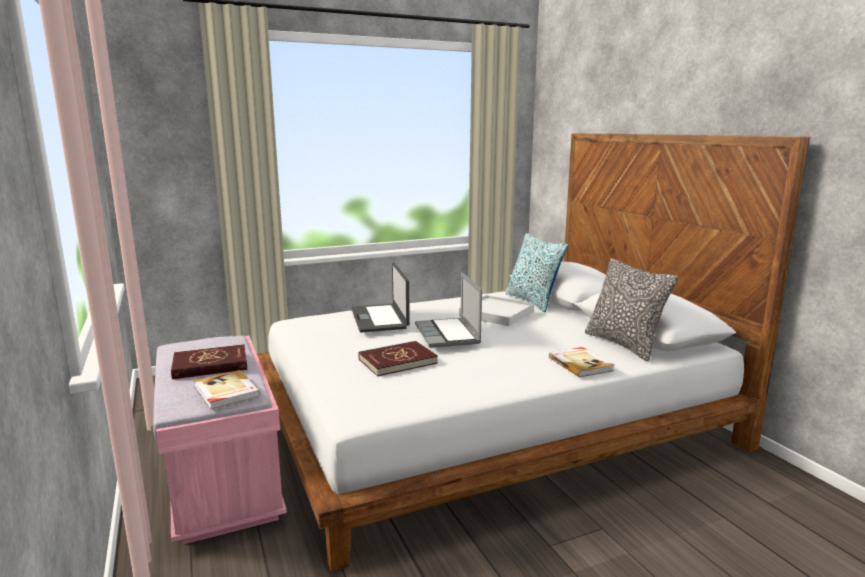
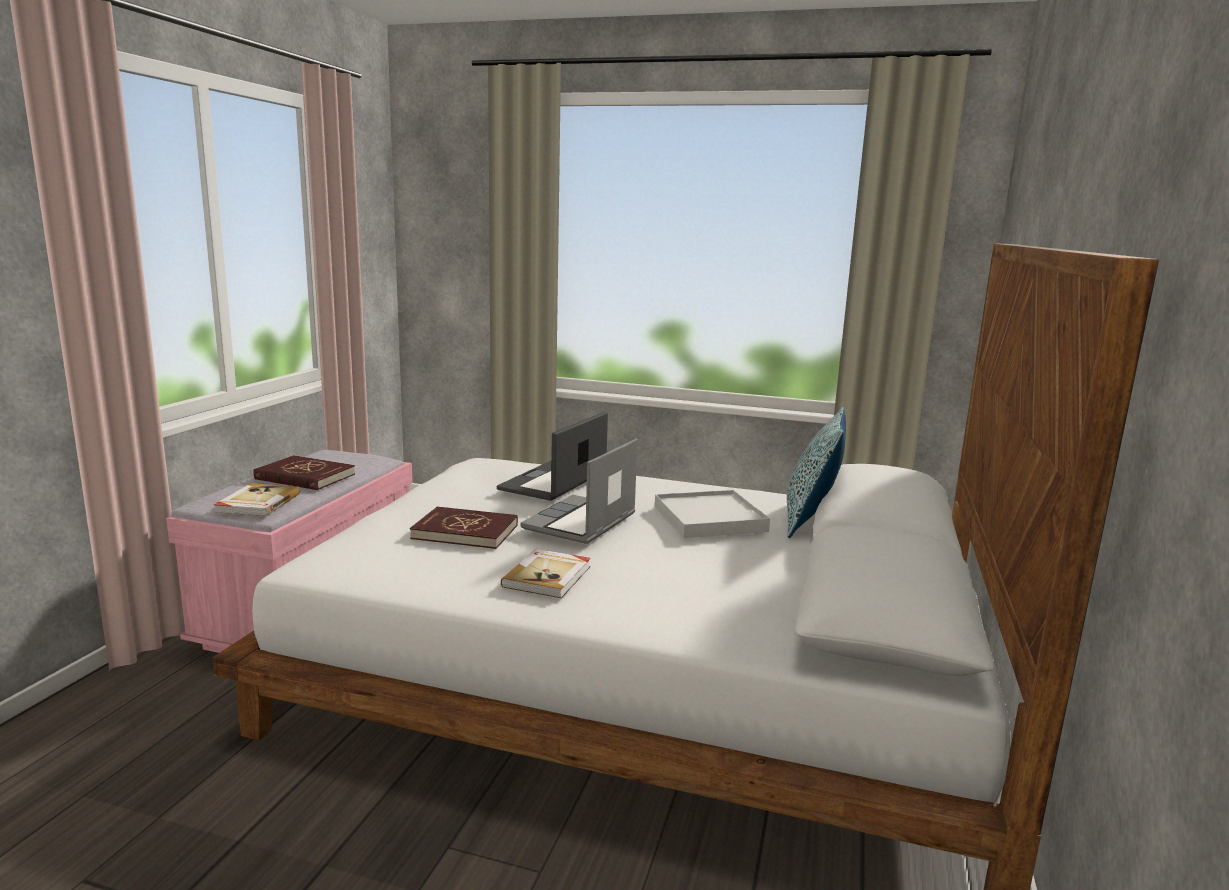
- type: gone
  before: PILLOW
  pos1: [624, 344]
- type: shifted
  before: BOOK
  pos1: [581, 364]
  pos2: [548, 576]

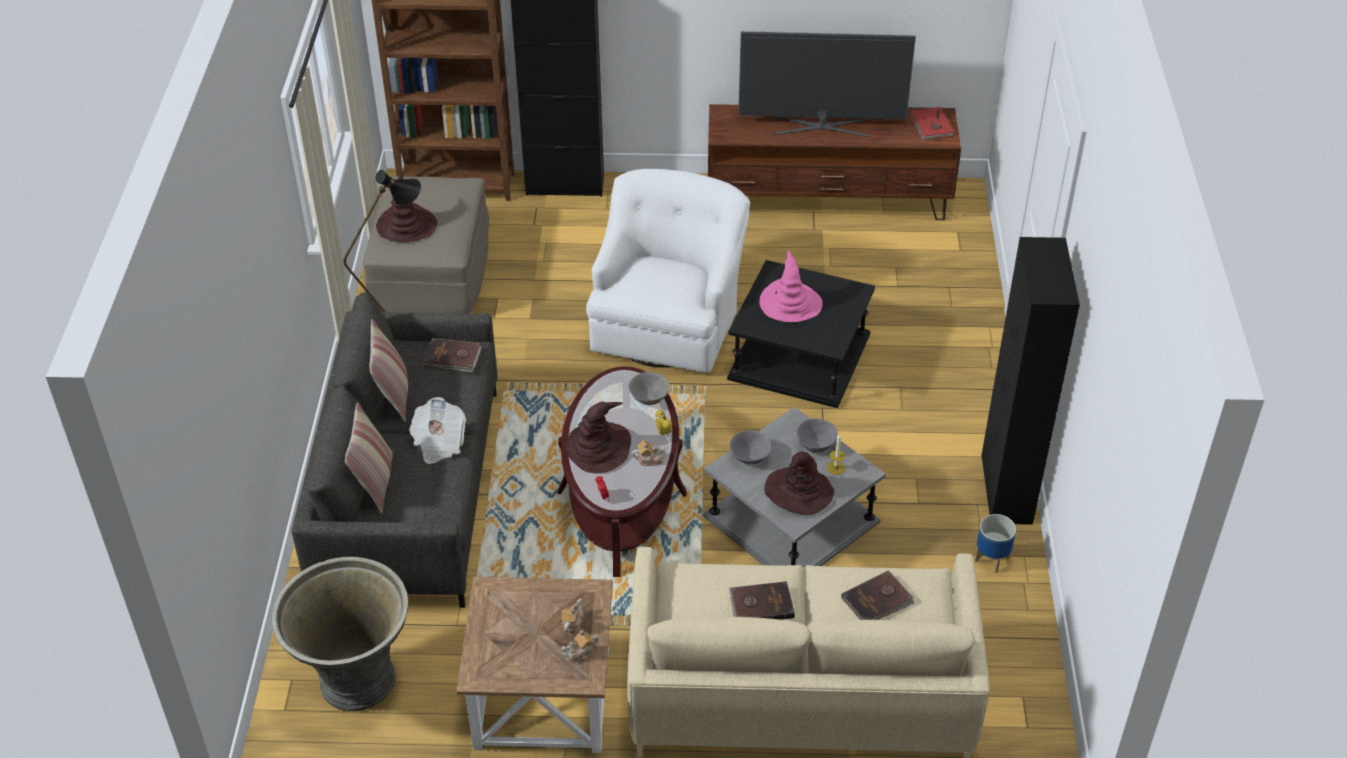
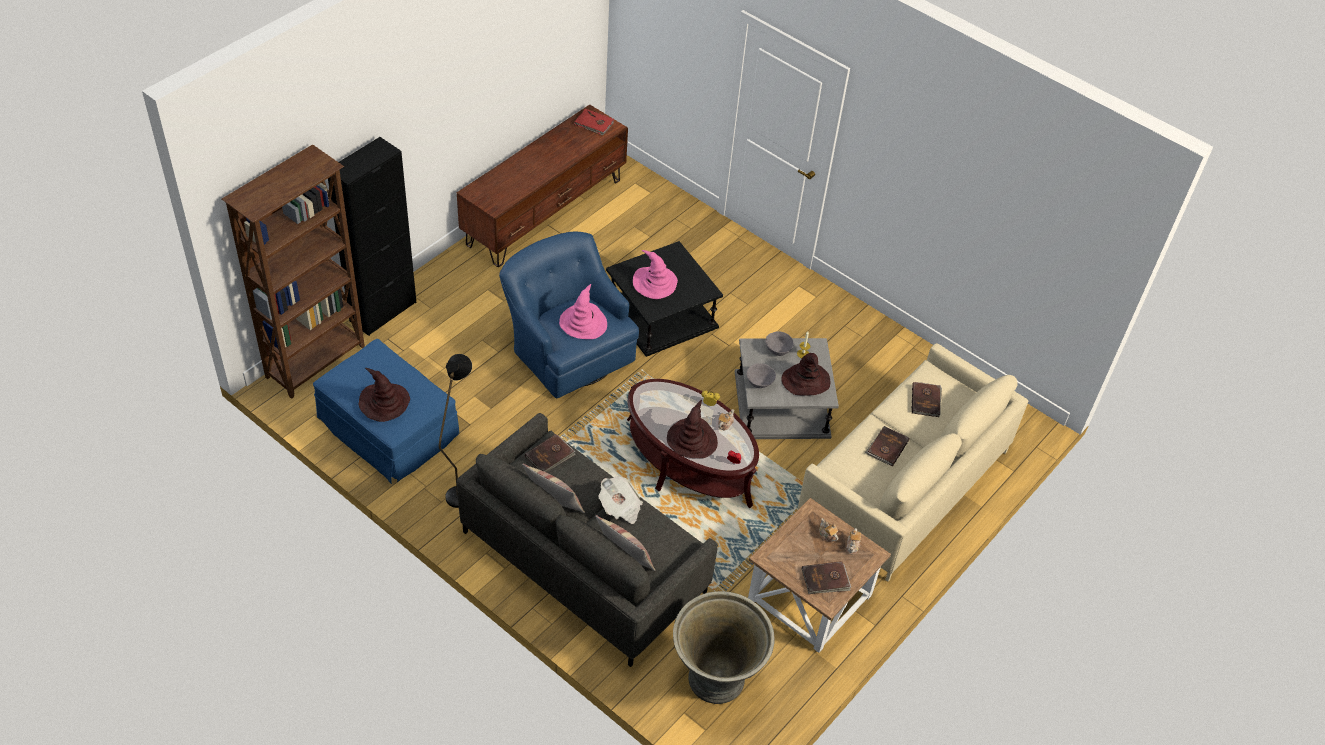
- type: gone
  before: GREY BOWL
  pos1: [648, 398]
- type: gone
  before: TELEVISION
  pos1: [822, 126]
- type: gone
  before: PLANTER
  pos1: [991, 559]
- type: gone
  before: BLACK CABINET
  pos1: [1006, 489]
- type: new
  after: PINK HAT
  pos2: [583, 323]
- type: new
  after: BROWN BOOK
  pos2: [826, 579]
- type: repainted
  before: BEIGE OTTOMAN
  after: BLUE OTTOMAN
  pos1: [431, 273]
  pos2: [389, 428]
- type: repainted
  before: WHITE ARMCHAIR
  after: BLUE ARMCHAIR
  pos1: [668, 321]
  pos2: [568, 349]

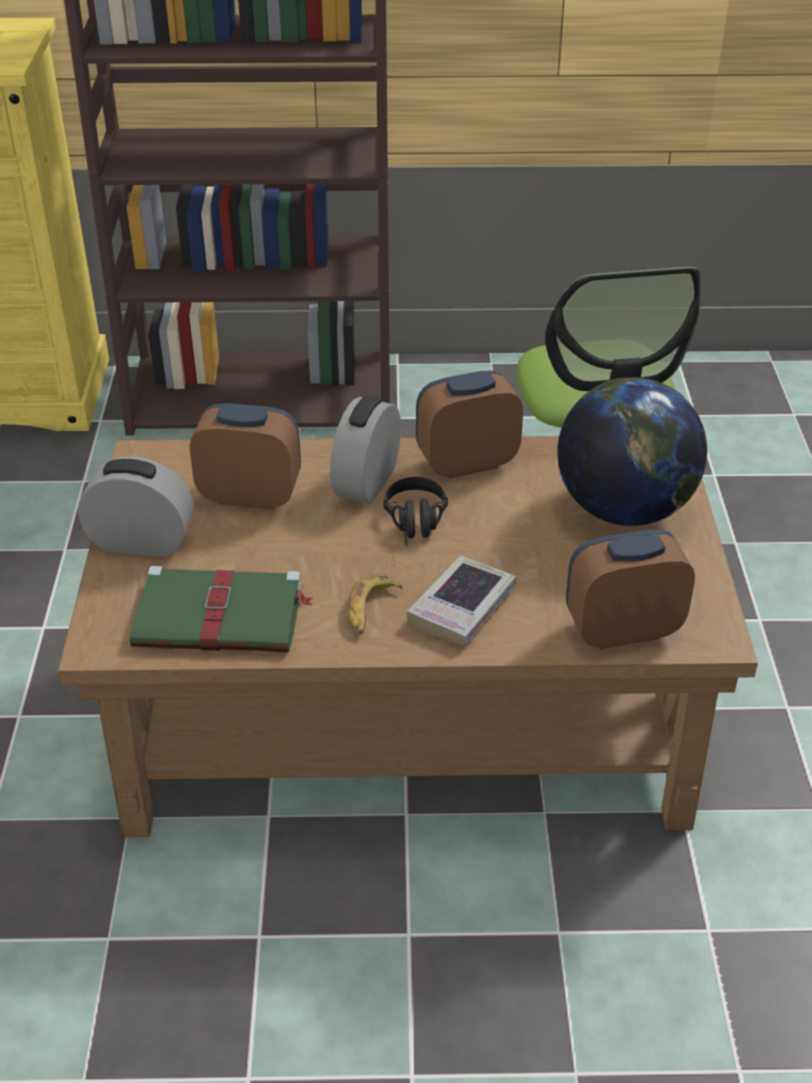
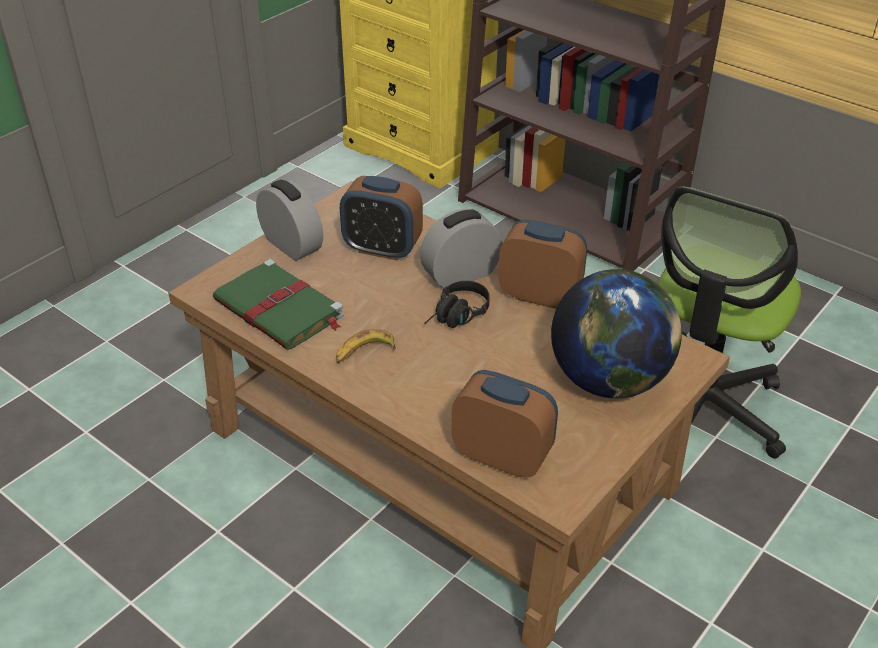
- type: gone
  before: BOOK
  pos1: [462, 607]
- type: rotated
  before: ALARM CLOCK
  pos1: [250, 496]
  pos2: [382, 249]
  turn: 150

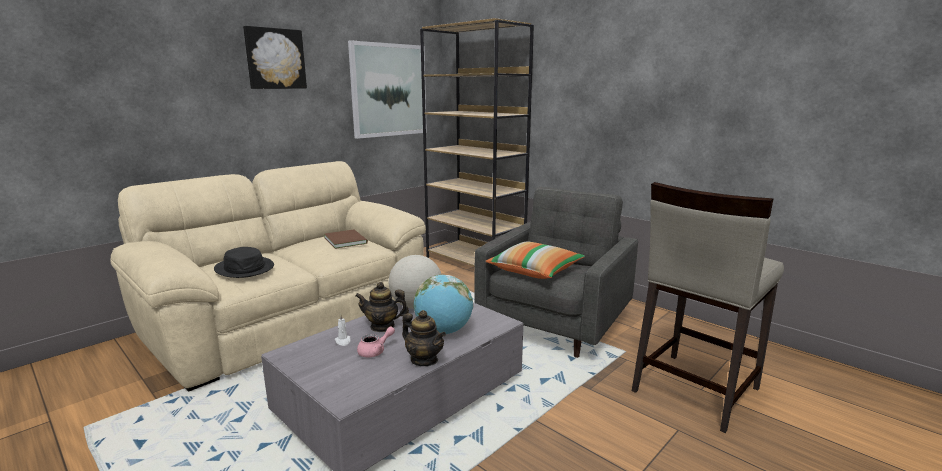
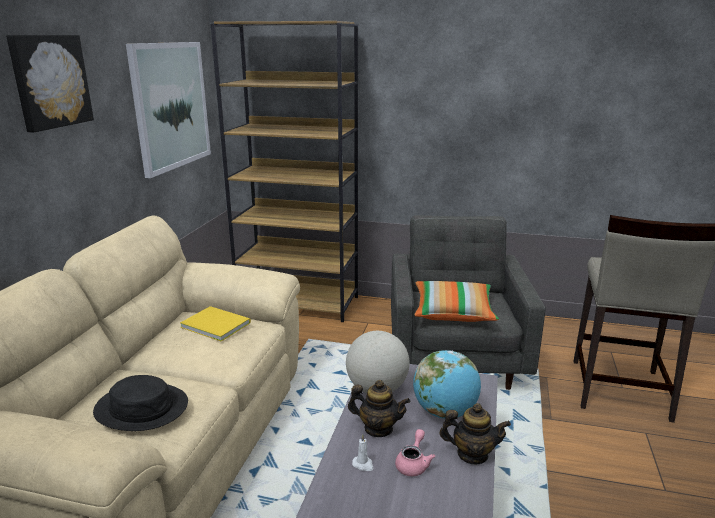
- type: repainted
  before: BROWN BOOK
  after: YELLOW BOOK
  pos1: [346, 240]
  pos2: [215, 324]
- type: rotated
  before: TEAPOT
  pos1: [382, 326]
  pos2: [378, 428]
  turn: -135

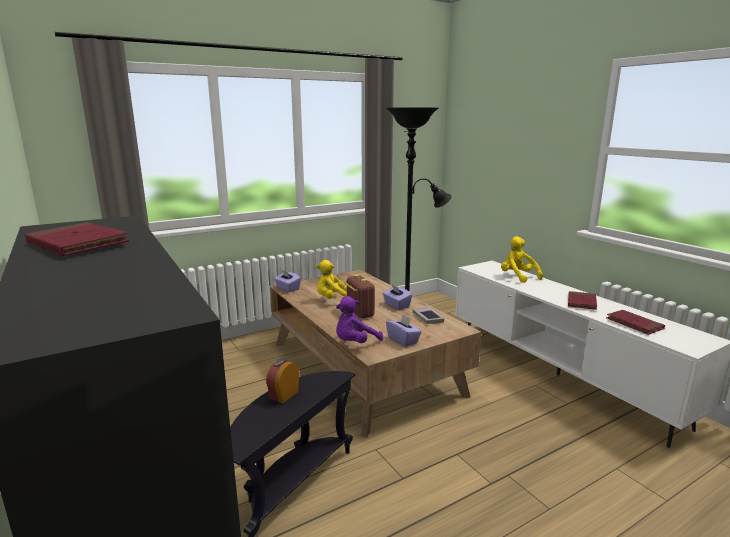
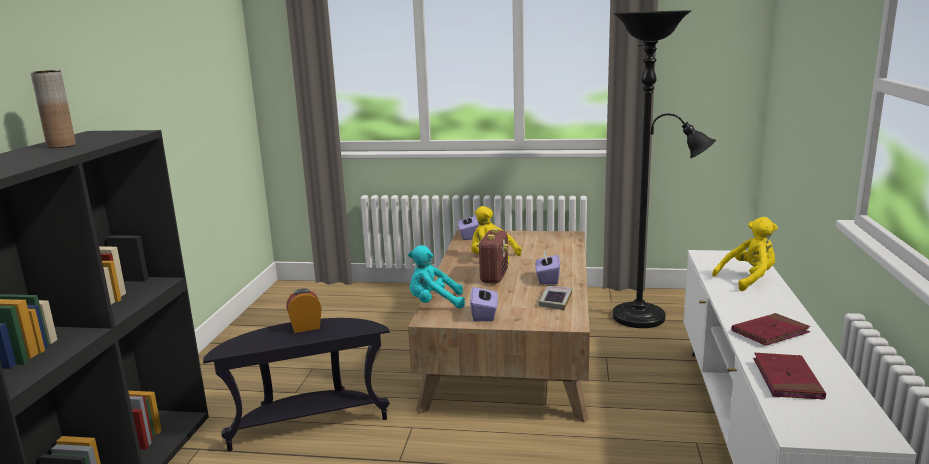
- type: swapped
  before: RED BOOK
  after: BROWN VASE
  pos1: [77, 244]
  pos2: [61, 146]
- type: repainted
  before: PURPLE PLUSH TOY
  after: TURQUOISE PLUSH TOY
  pos1: [355, 343]
  pos2: [434, 303]
- type: rotated
  before: YELLOW PLUSH TOY
  pos1: [517, 277]
  pos2: [748, 279]
  turn: 60

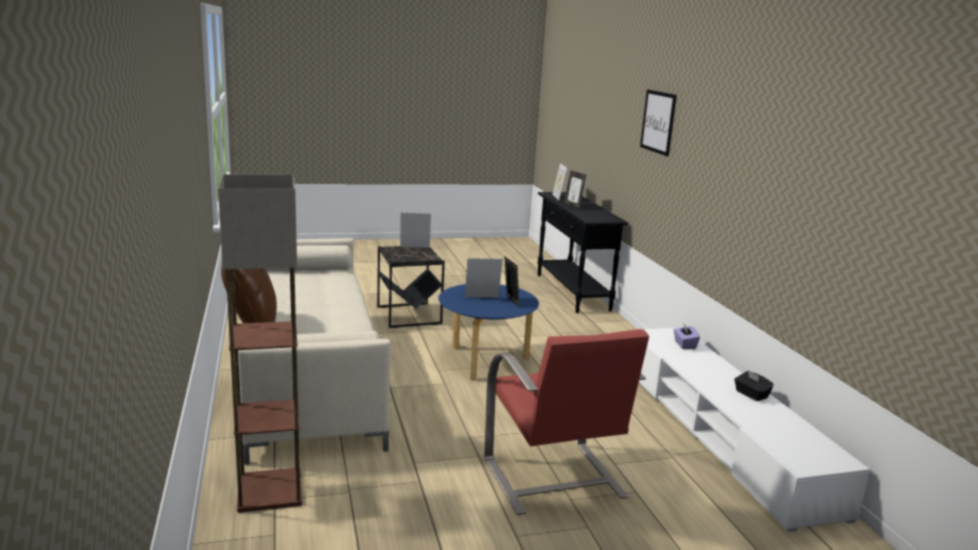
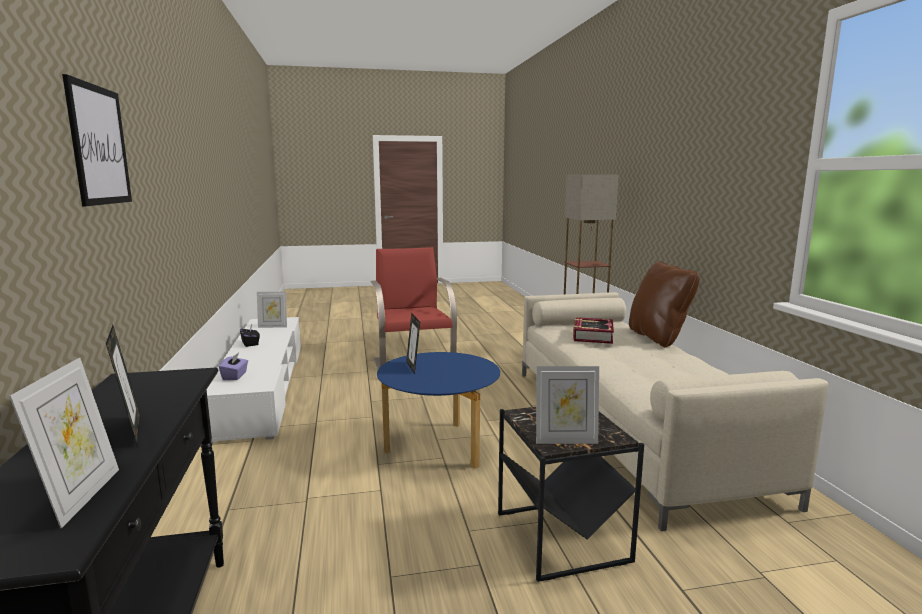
- type: new
  after: BOOK
  pos2: [592, 336]
- type: shifted
  before: PICTURE FRAME
  pos1: [482, 298]
  pos2: [273, 326]

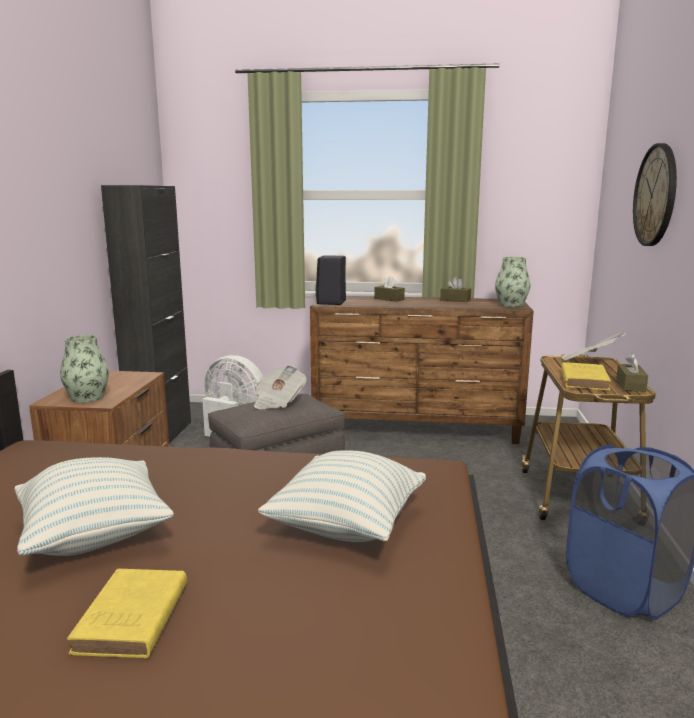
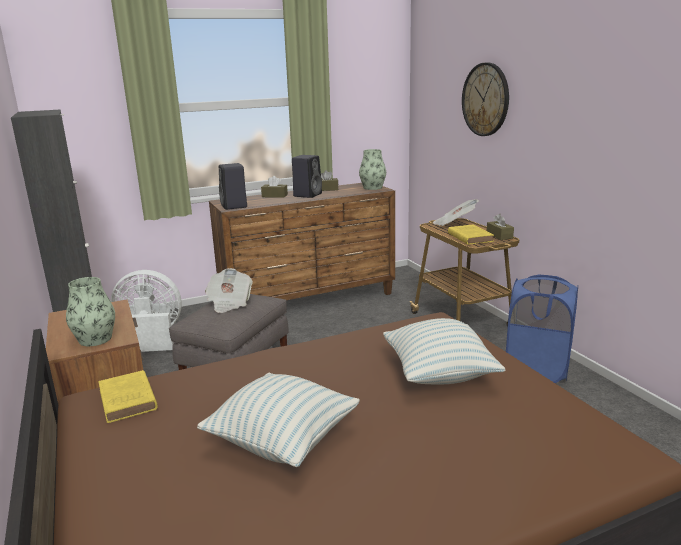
- type: new
  after: BLACK SPEAKER
  pos2: [308, 195]
- type: shifted
  before: YELLOW BOOK
  pos1: [131, 620]
  pos2: [128, 401]

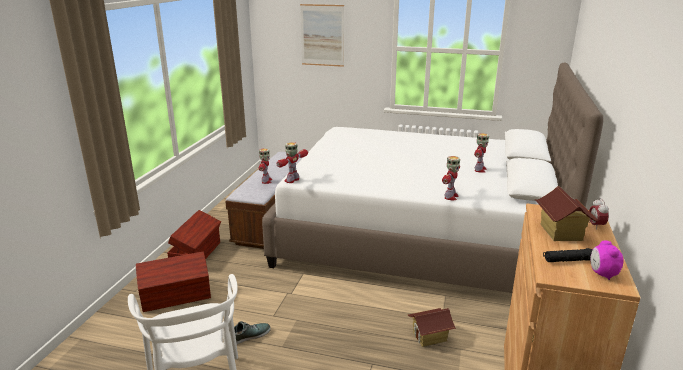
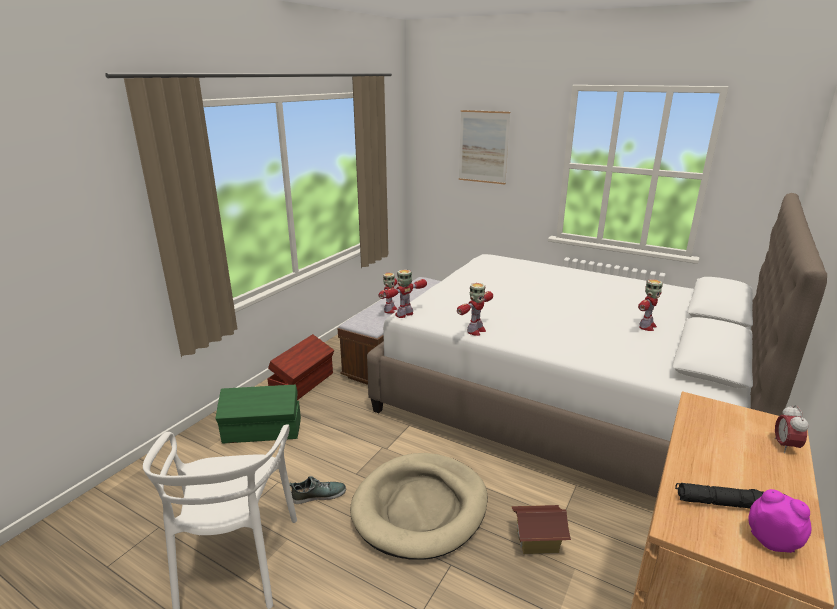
- type: gone
  before: TOY HOUSE
  pos1: [560, 232]
- type: new
  after: BEIGE DOG BED
  pos2: [420, 507]
- type: shifted
  before: TOY ROBOT
  pos1: [450, 197]
  pos2: [475, 331]
- type: repainted
  before: BROWN STORAGE BOX
  after: GREEN STORAGE BOX
  pos1: [177, 297]
  pos2: [263, 431]
- type: rotated
  before: ALARM CLOCK
  pos1: [602, 274]
  pos2: [772, 541]
  turn: 120

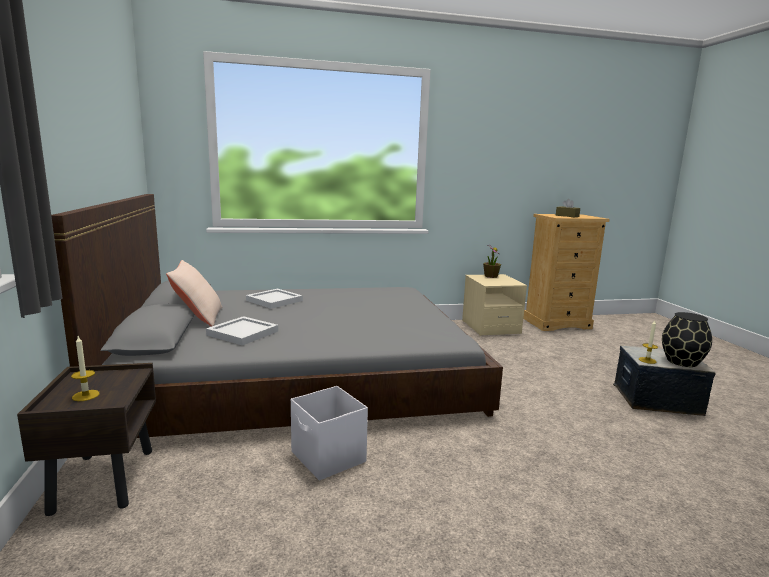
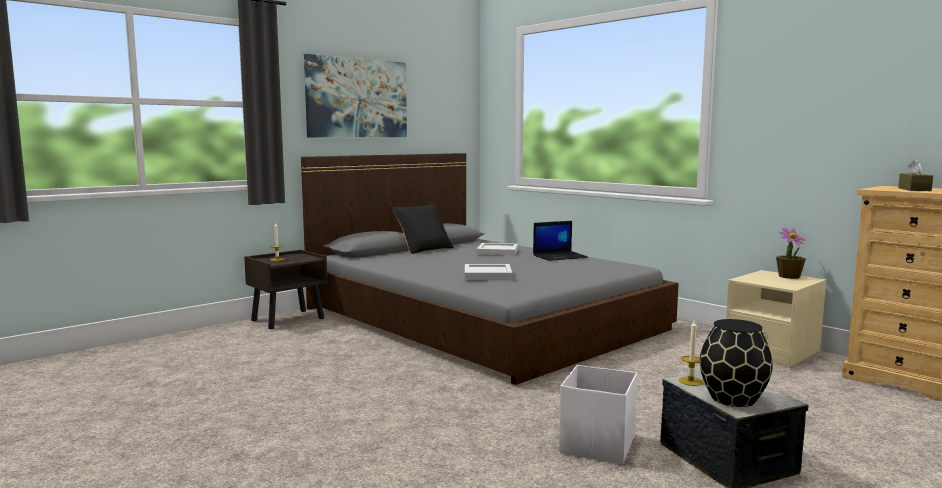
- type: new
  after: PICTURE
  pos2: [357, 98]
- type: new
  after: LAPTOP
  pos2: [560, 256]
- type: shifted
  before: WHITE TRAY
  pos1: [241, 333]
  pos2: [486, 274]
- type: shifted
  before: WHITE STORAGE BOX
  pos1: [328, 458]
  pos2: [596, 445]
- type: repainted
  before: BEIGE PILLOW
  after: BLACK PILLOW
  pos1: [198, 317]
  pos2: [423, 249]

